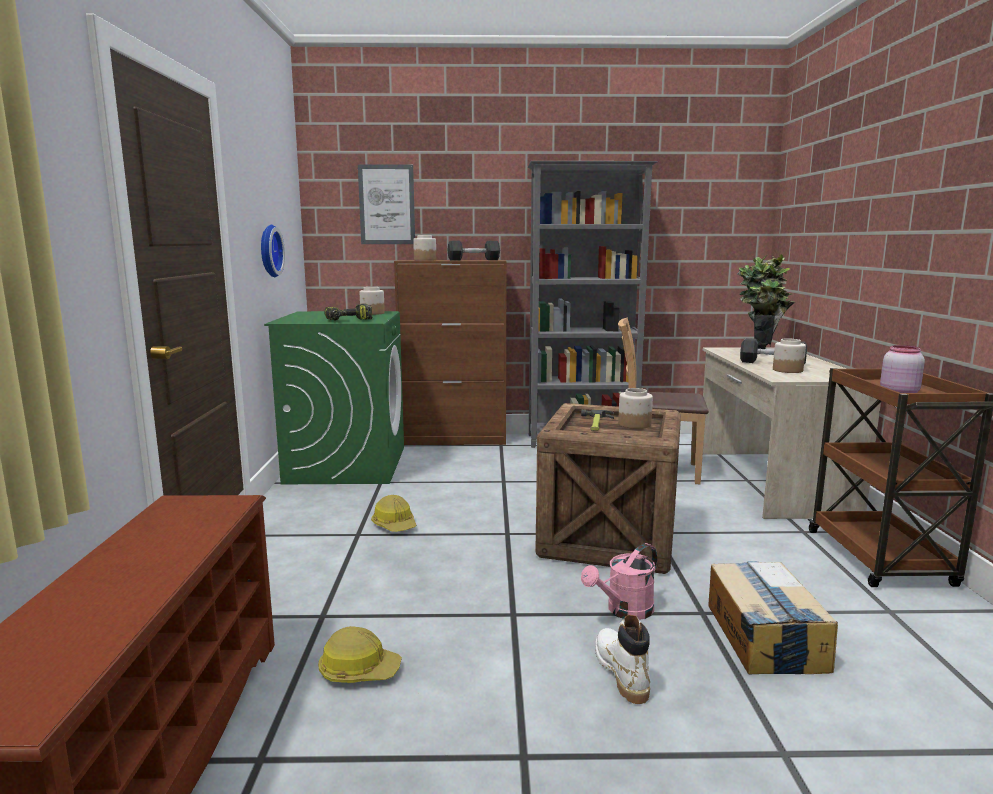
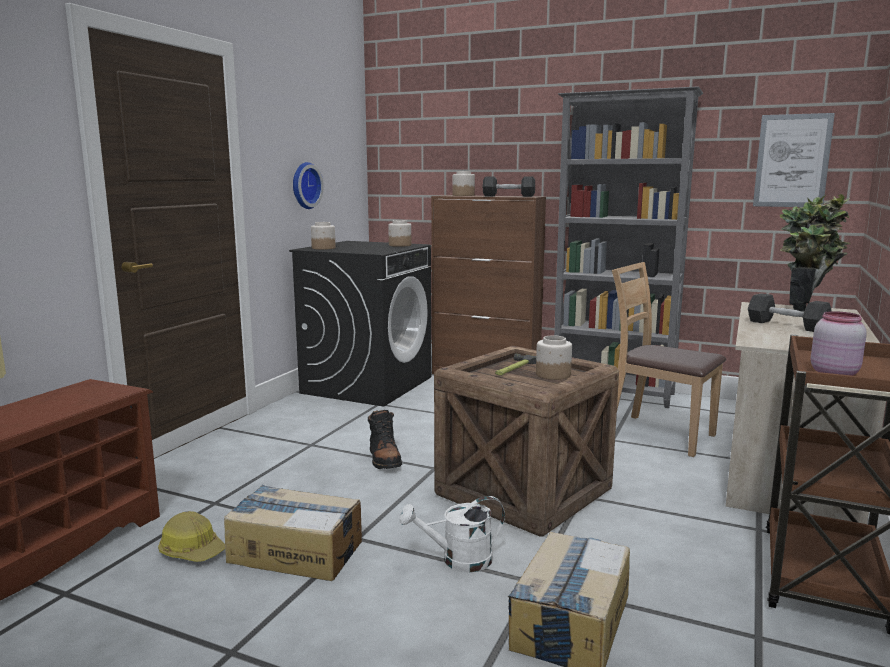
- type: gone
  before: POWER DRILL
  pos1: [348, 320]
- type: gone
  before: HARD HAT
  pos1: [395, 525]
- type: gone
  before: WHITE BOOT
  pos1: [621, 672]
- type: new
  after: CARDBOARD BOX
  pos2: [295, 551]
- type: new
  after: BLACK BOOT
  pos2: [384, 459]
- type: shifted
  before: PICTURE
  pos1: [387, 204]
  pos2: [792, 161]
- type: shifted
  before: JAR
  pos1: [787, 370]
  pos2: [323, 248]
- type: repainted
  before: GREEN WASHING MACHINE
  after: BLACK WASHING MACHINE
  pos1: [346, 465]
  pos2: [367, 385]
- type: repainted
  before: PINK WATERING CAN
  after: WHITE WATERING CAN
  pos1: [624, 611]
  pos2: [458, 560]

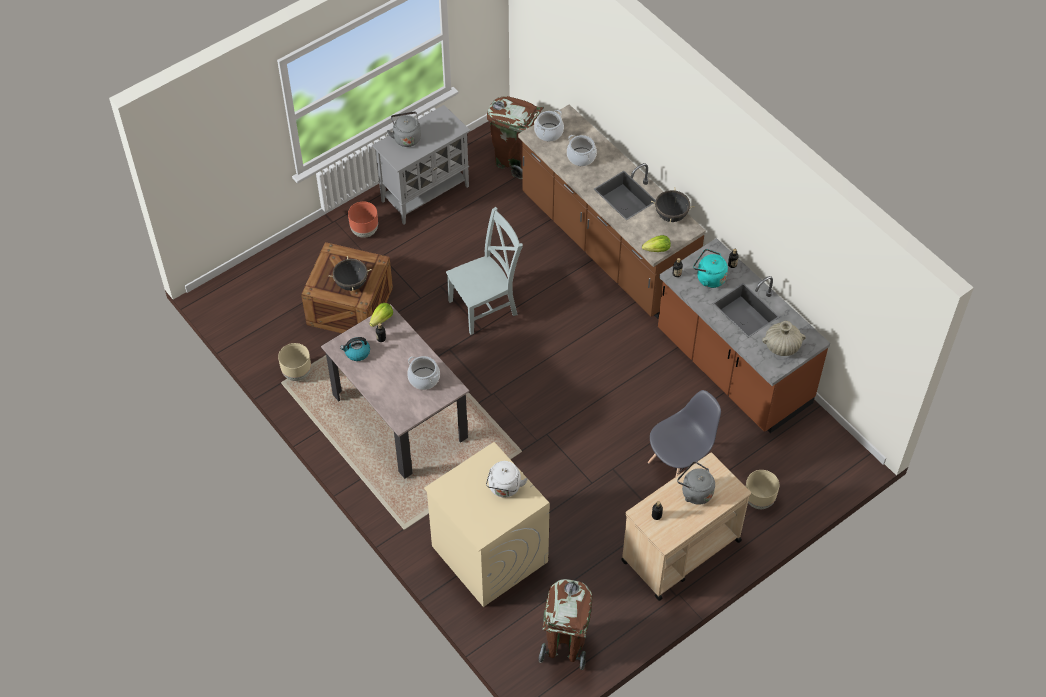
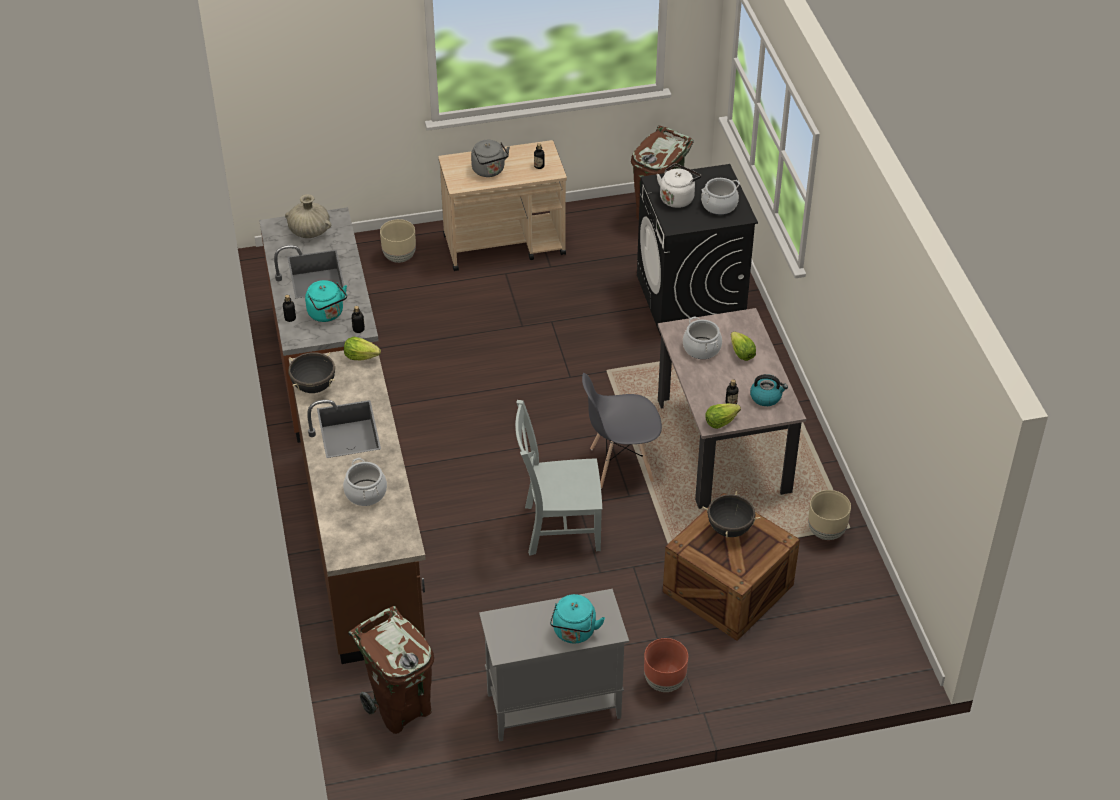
- type: new
  after: LETTUCE
  pos2: [741, 354]
- type: shifted
  before: COOKING POT
  pos1: [548, 132]
  pos2: [719, 205]
- type: shifted
  before: GREY CHAIR
  pos1: [679, 467]
  pos2: [620, 465]
- type: repainted
  before: GREY KETTLE
  after: TURQUOISE KETTLE
  pos1: [406, 137]
  pos2: [574, 633]
- type: repainted
  before: BEIGE WASHING MACHINE
  after: BLACK WASHING MACHINE
  pos1: [489, 553]
  pos2: [690, 299]

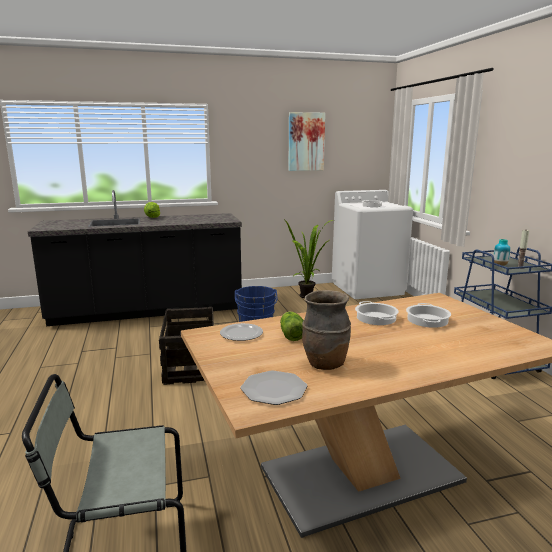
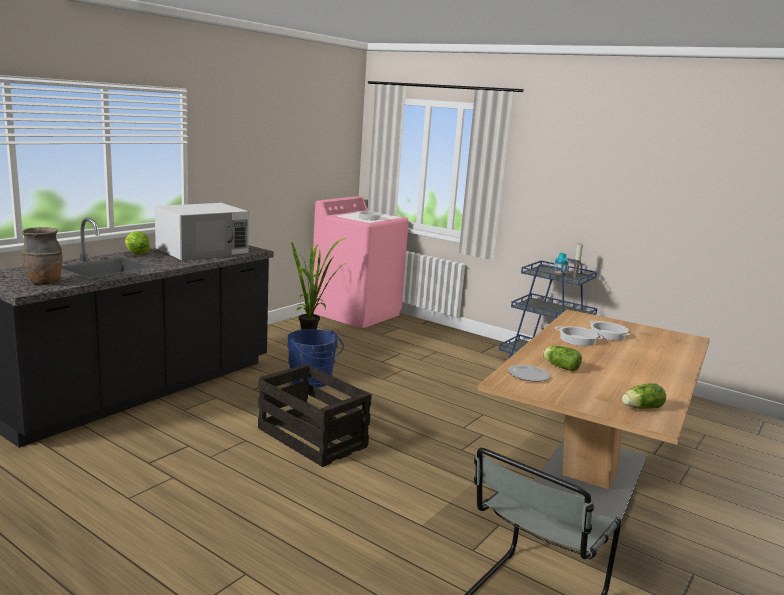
- type: gone
  before: PICTURE
  pos1: [306, 142]
- type: new
  after: WHITE MICROWAVE
  pos2: [203, 250]
- type: shifted
  before: BROWN VASE
  pos1: [325, 364]
  pos2: [44, 282]
- type: swapped
  before: PLATE
  after: LETTUCE
  pos1: [274, 389]
  pos2: [640, 408]
- type: repainted
  before: WHITE WASHING MACHINE
  after: PINK WASHING MACHINE
  pos1: [368, 288]
  pos2: [356, 314]

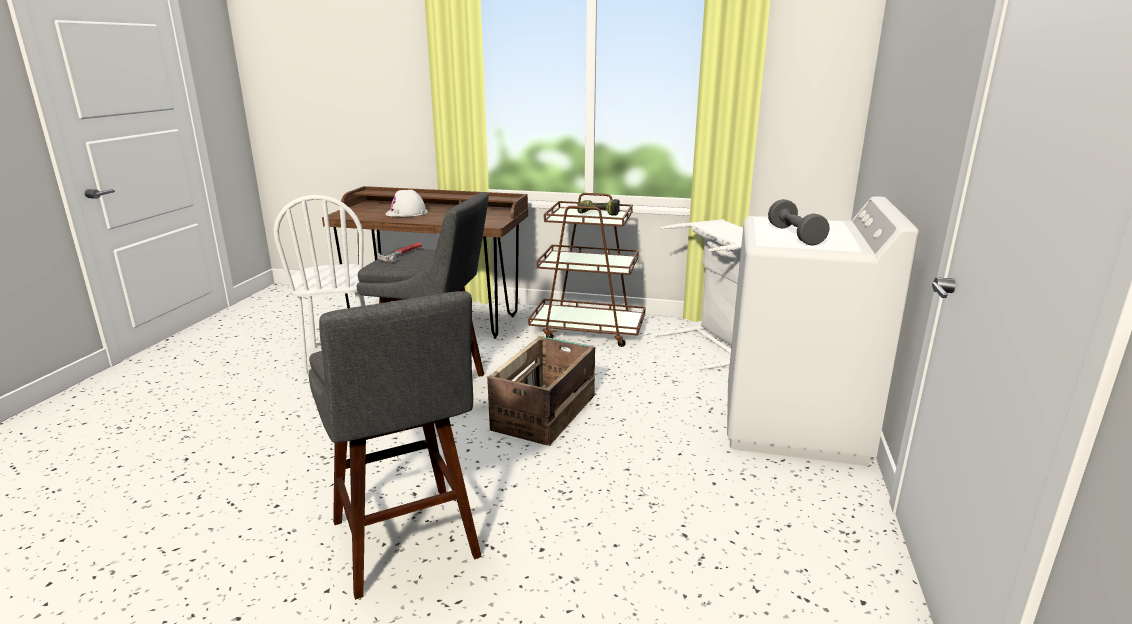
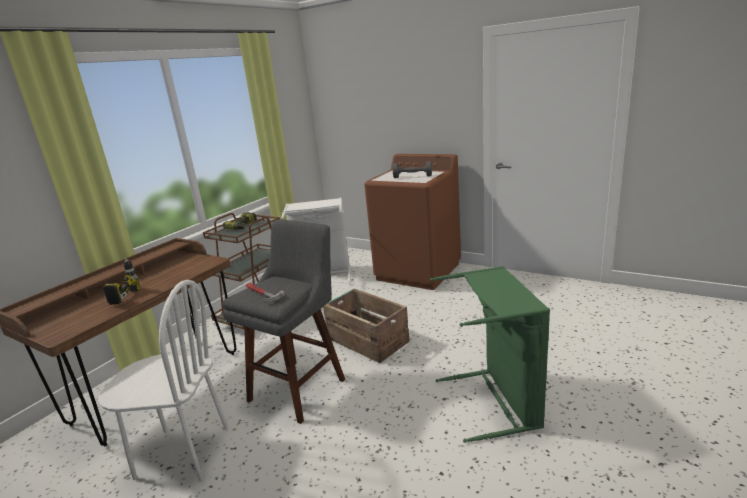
- type: swapped
  before: GREY STOOL
  after: GREEN LAUNDRY BASKET
  pos1: [407, 544]
  pos2: [497, 401]
- type: swapped
  before: WHITE HARD HAT
  after: POWER DRILL
  pos1: [406, 213]
  pos2: [114, 297]
- type: repainted
  before: WHITE WASHING MACHINE
  after: BROWN WASHING MACHINE
  pos1: [794, 424]
  pos2: [418, 271]

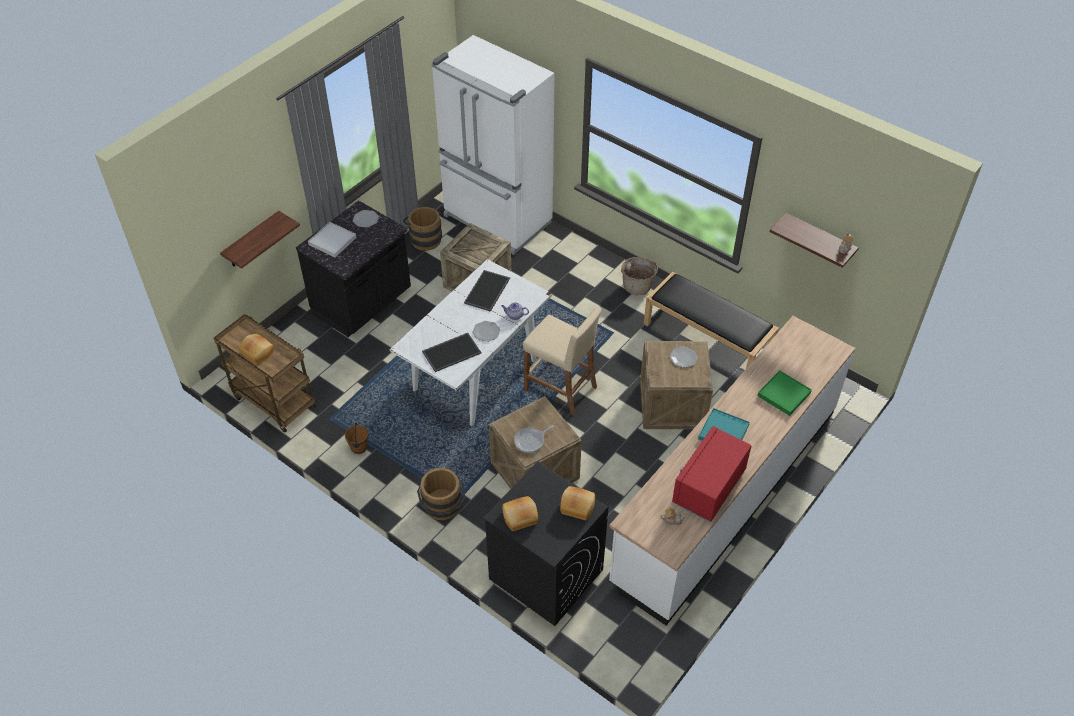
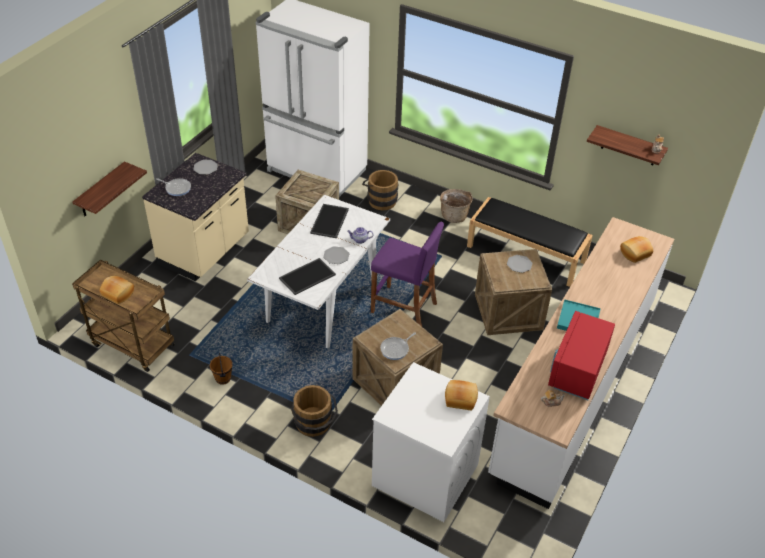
- type: gone
  before: GREEN TRAY
  pos1: [784, 394]
- type: shifted
  before: BROWN BUCKET
  pos1: [424, 238]
  pos2: [380, 200]
- type: shifted
  before: BREAD
  pos1: [520, 518]
  pos2: [635, 254]
- type: swapped
  before: WHITE TRAY
  after: FRYING PAN
  pos1: [332, 241]
  pos2: [177, 188]
- type: repainted
  before: BLACK COUNTER
  after: BEIGE COUNTER
  pos1: [363, 304]
  pos2: [205, 251]
- type: repainted
  before: BLACK WASHING MACHINE
  after: WHITE WASHING MACHINE
  pos1: [545, 574]
  pos2: [424, 475]
- type: repainted
  before: BEIGE STOOL
  after: PURPLE STOOL
  pos1: [561, 389]
  pos2: [404, 308]

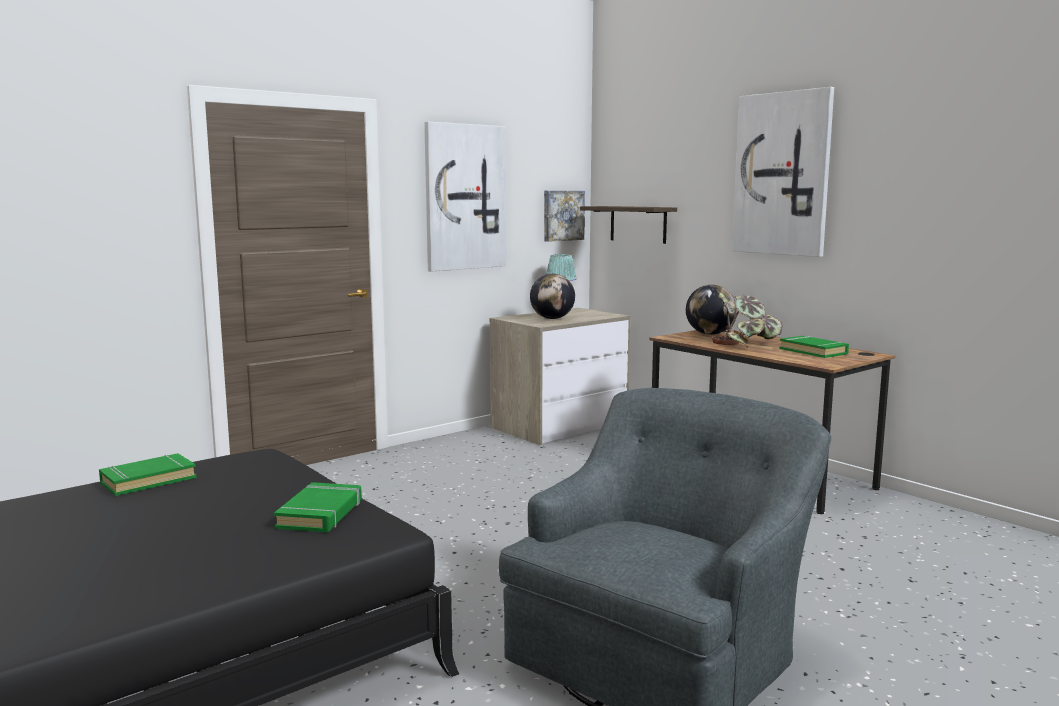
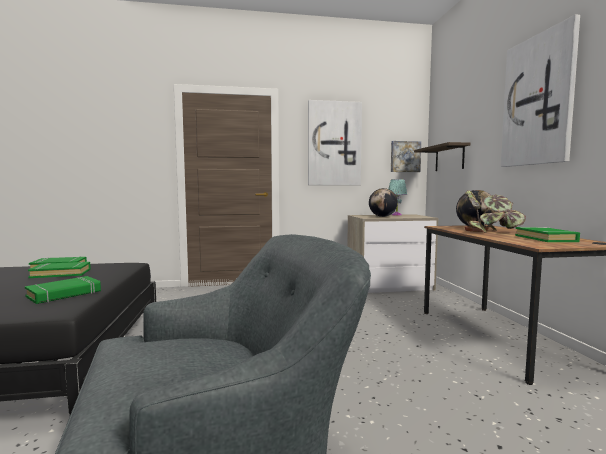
- type: new
  after: GREEN BOOK
  pos2: [61, 273]

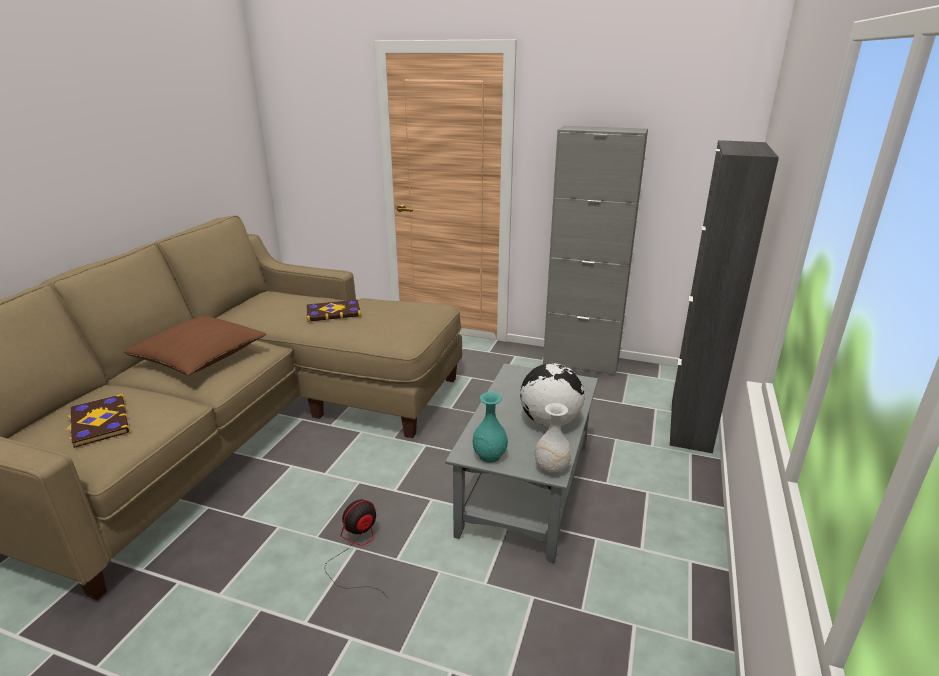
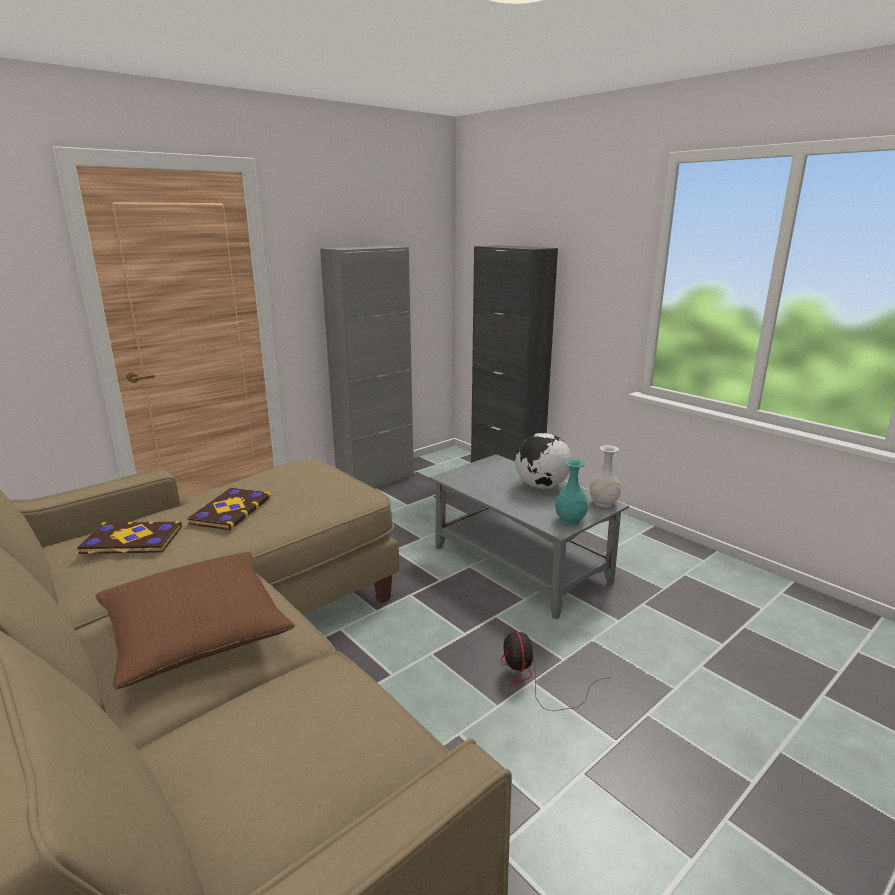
- type: shifted
  before: BOOK
  pos1: [98, 422]
  pos2: [131, 541]

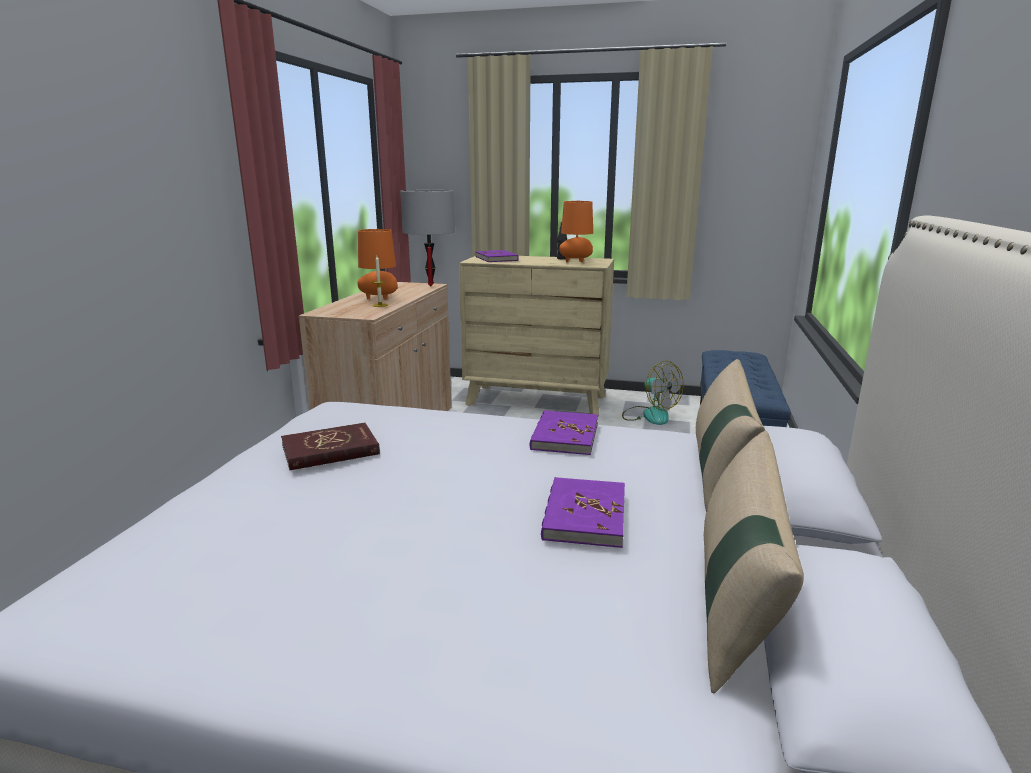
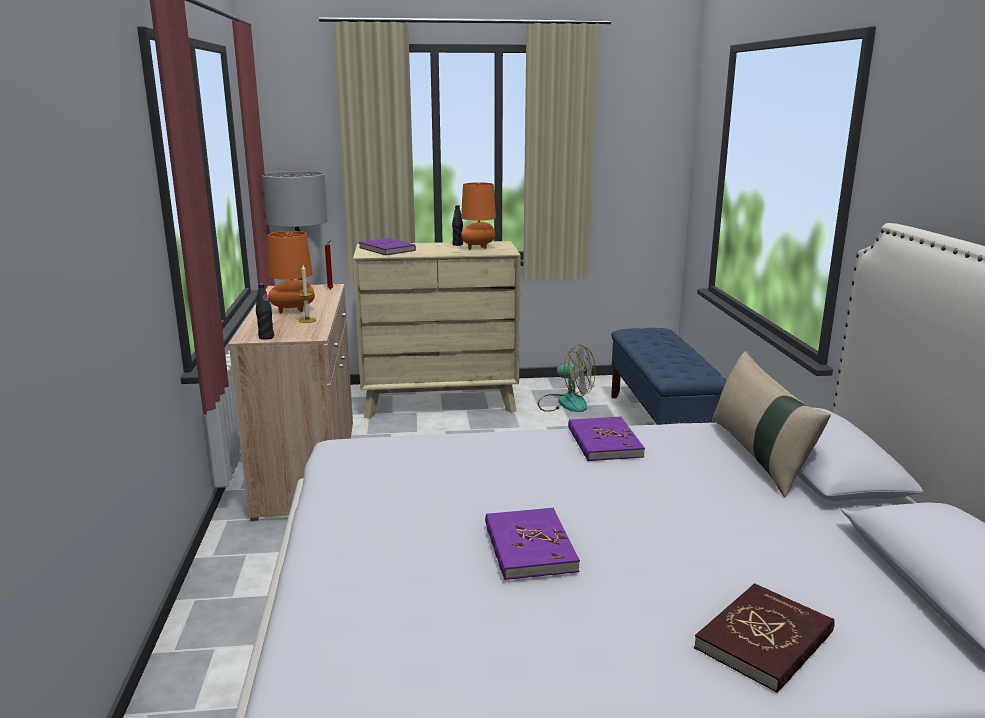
- type: gone
  before: BEIGE PILLOW
  pos1: [736, 599]
- type: new
  after: BLACK BOTTLE
  pos2: [266, 337]
- type: shifted
  before: RED BOOK
  pos1: [330, 450]
  pos2: [765, 640]
- type: shifted
  before: PURPLE BOOK
  pos1: [584, 515]
  pos2: [529, 547]

